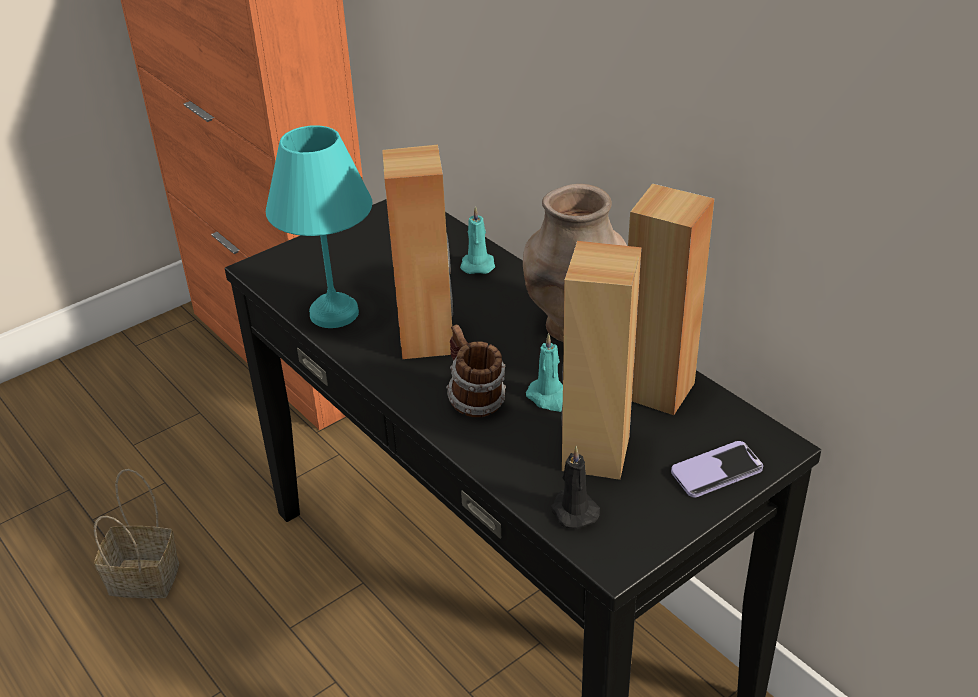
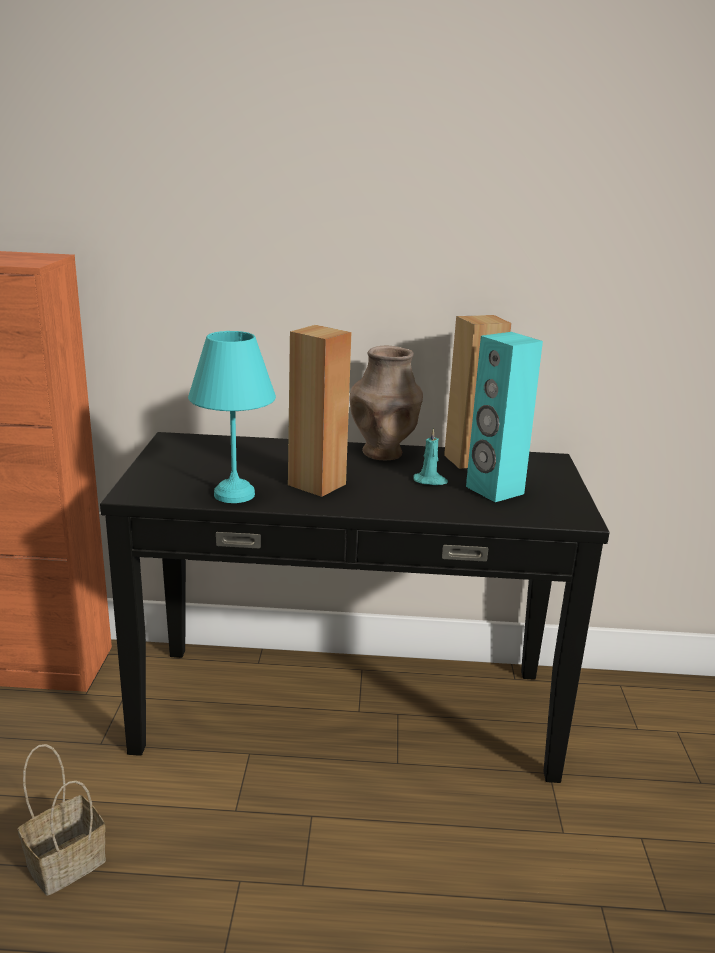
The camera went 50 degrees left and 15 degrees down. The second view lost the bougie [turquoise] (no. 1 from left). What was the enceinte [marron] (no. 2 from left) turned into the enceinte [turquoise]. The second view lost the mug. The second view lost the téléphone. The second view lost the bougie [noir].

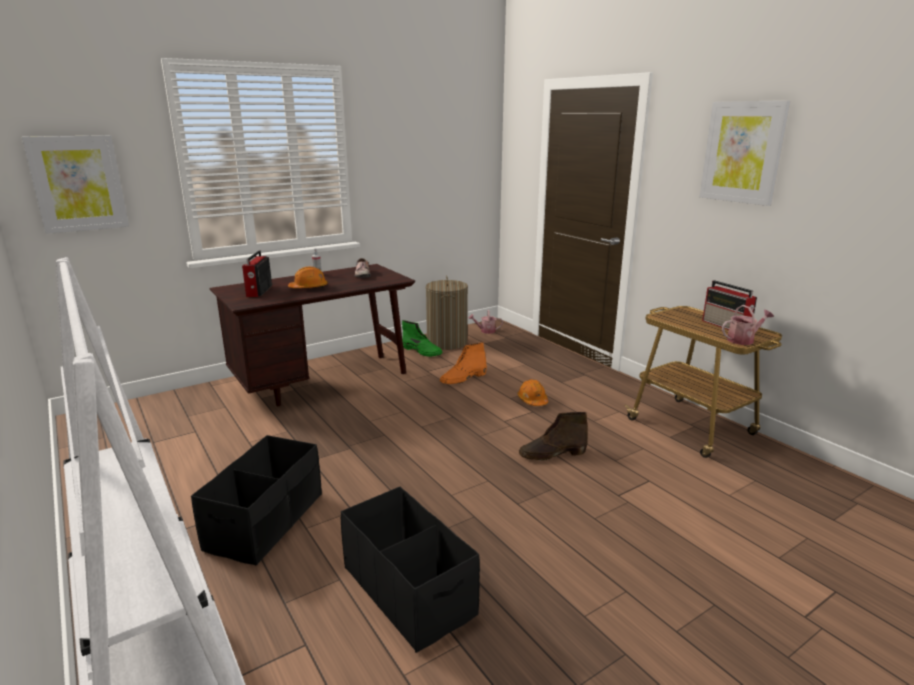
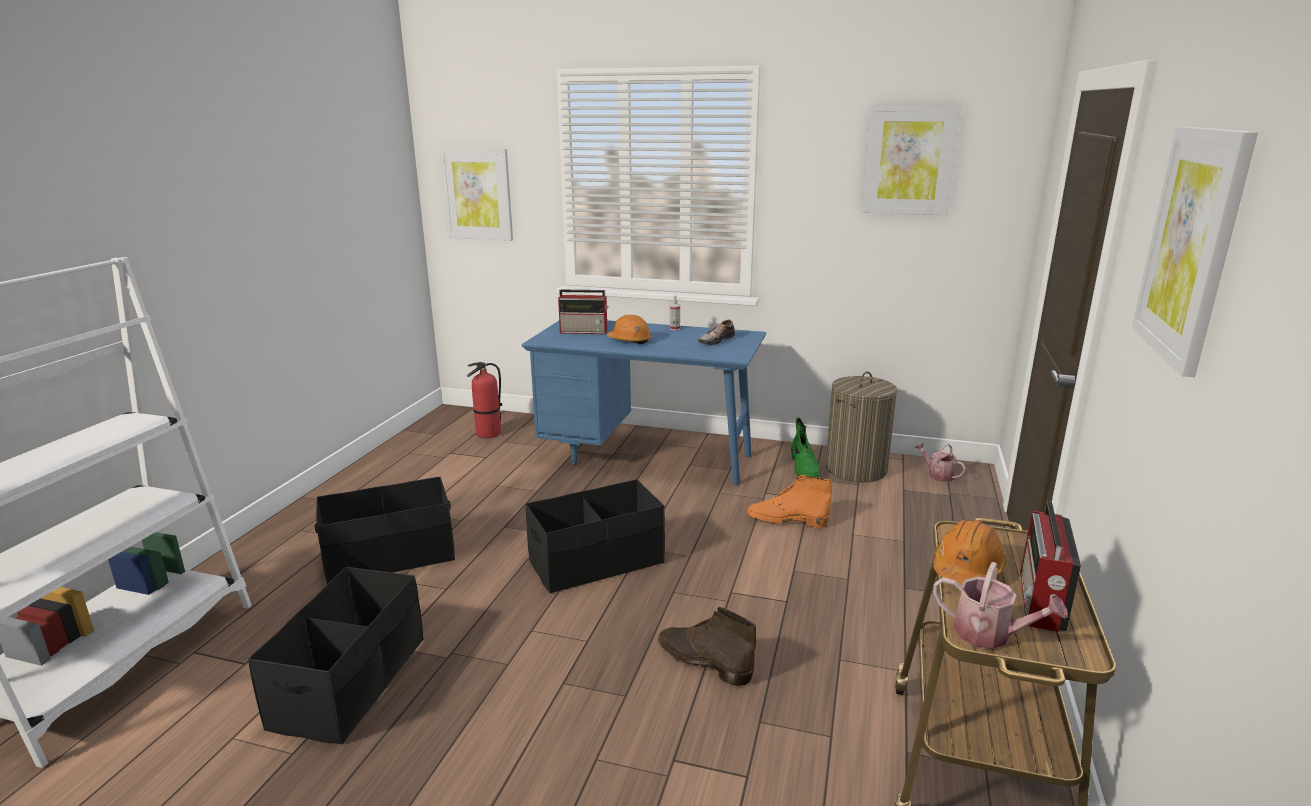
The camera went 50 degrees right and 0 degrees up. The radio (no. 1 from left) ended up facing another way, 135 degrees counterclockwise from before. What was the bureau [marron] turned into the bureau [bleu]. The casque de chantier [orange] (no. 2 from left) ended up elsewhere. The second view gained the tableau (no. 2 from left). The second view gained the extincteur. The second view gained the boîte de rangement [noir] (no. 3 from left).

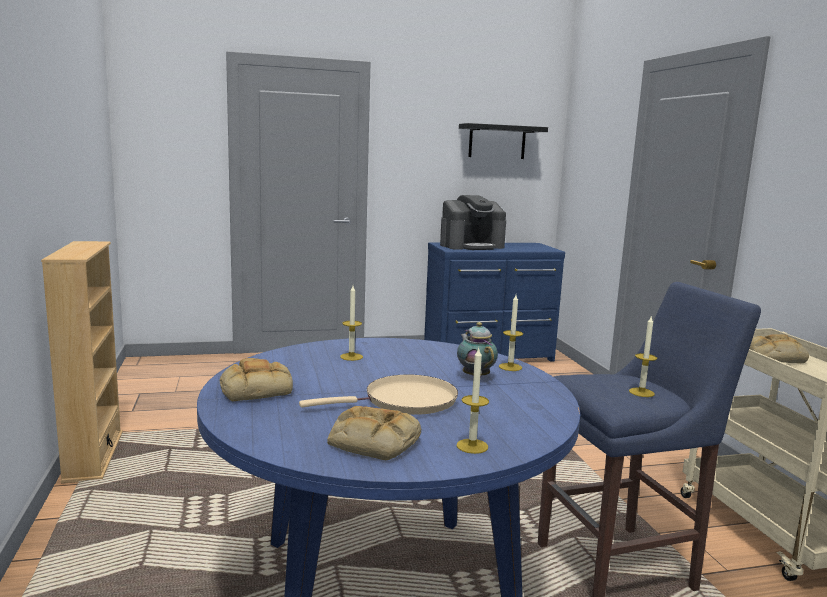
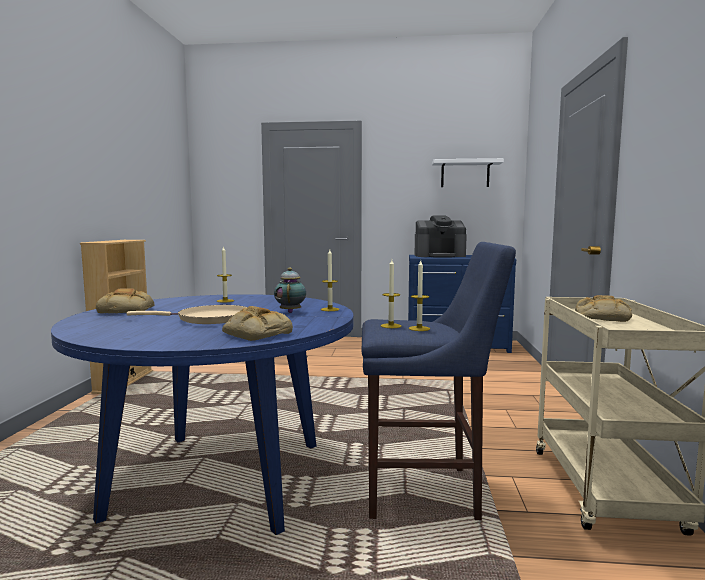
The camera went 20 degrees right and 5 degrees down. What was the étagère [noir] turned into the étagère [blanc]. The bougie (no. 2 from left in the first image) ended up elsewhere. The pain (no. 2 from left) ended up elsewhere.

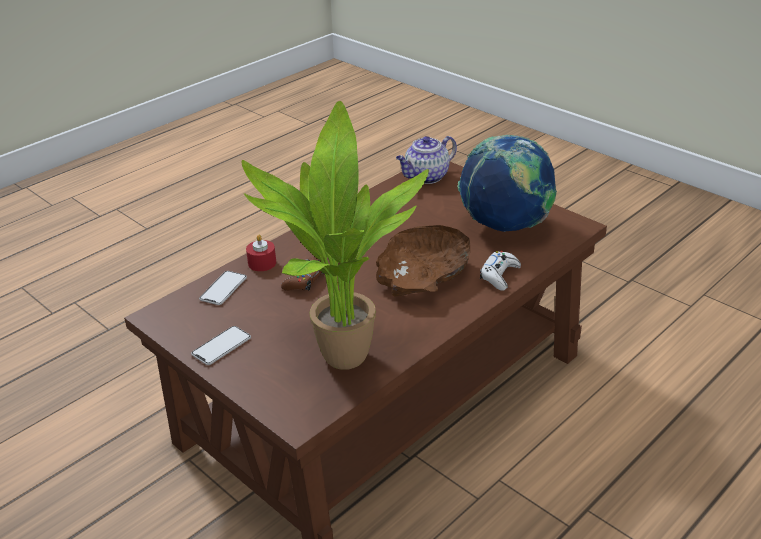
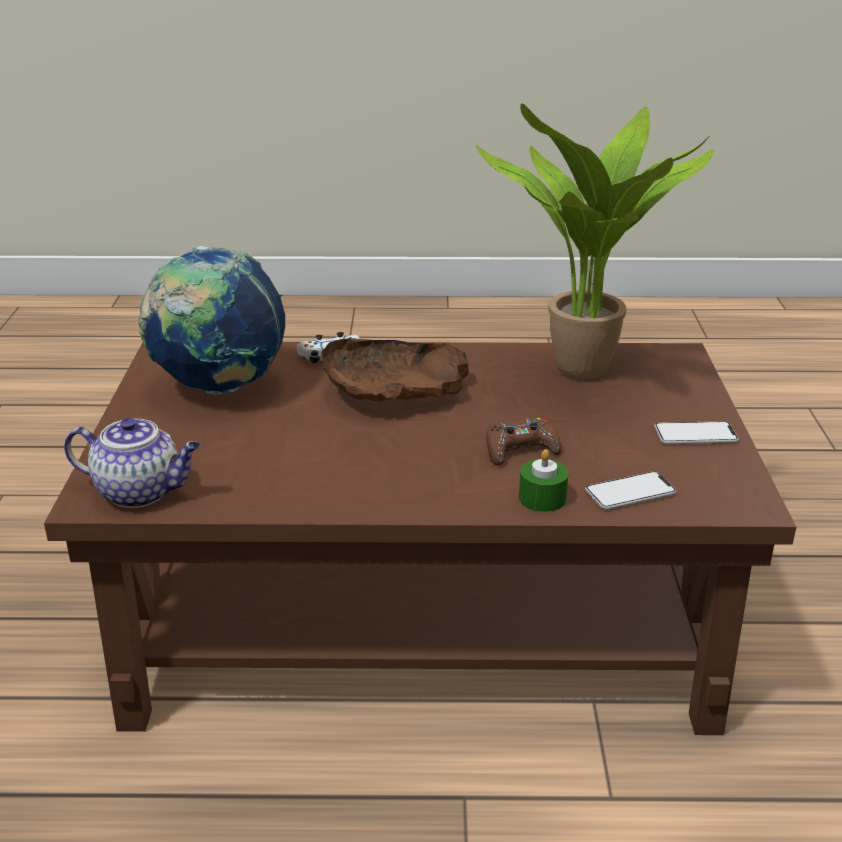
The camera went 135 degrees left and 5 degrees down. What was the bougie [rouge] turned into the bougie [vert].

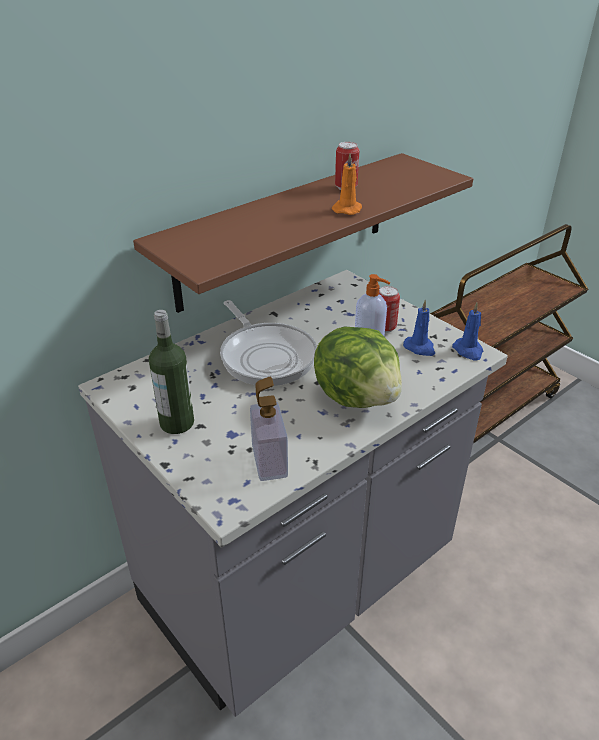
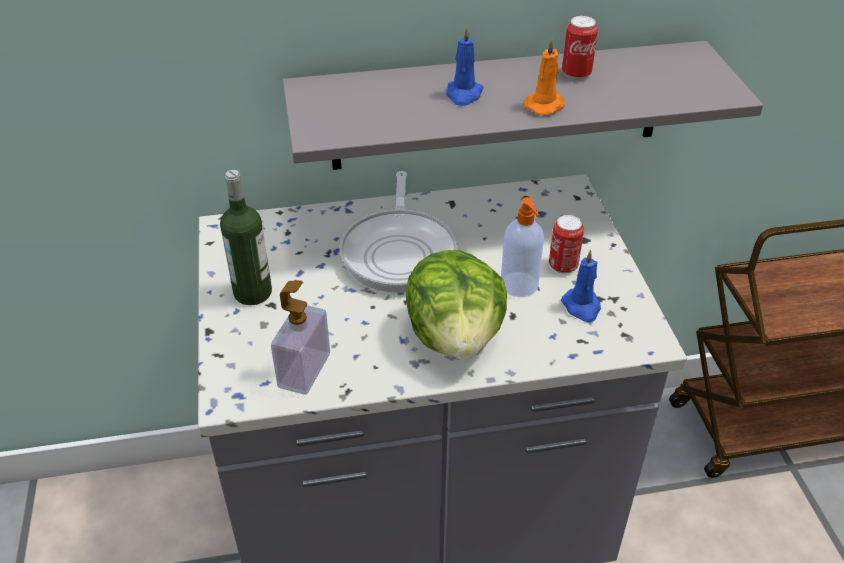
The camera went 30 degrees right and 5 degrees up. What was the étagère [marron] turned into the étagère [gris]. The bougie [bleu] (no. 2 from left in the first image) ended up elsewhere.

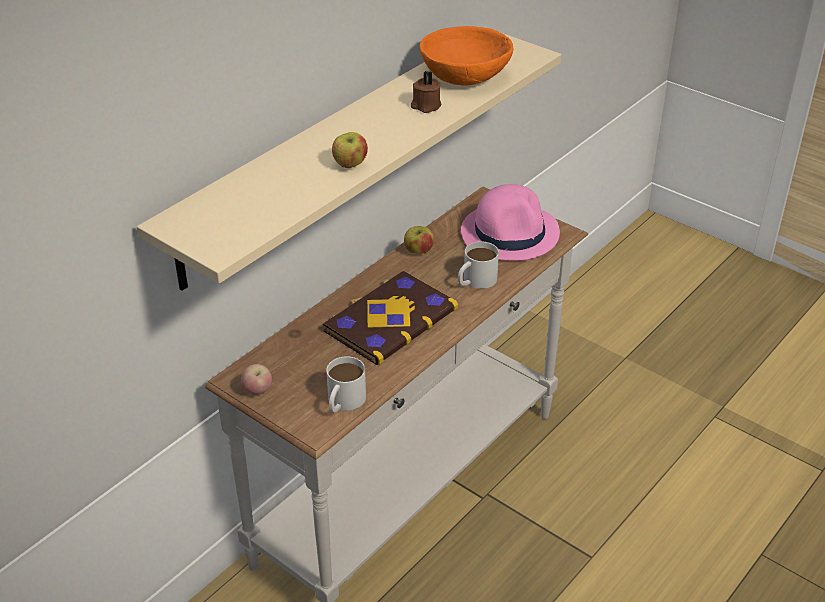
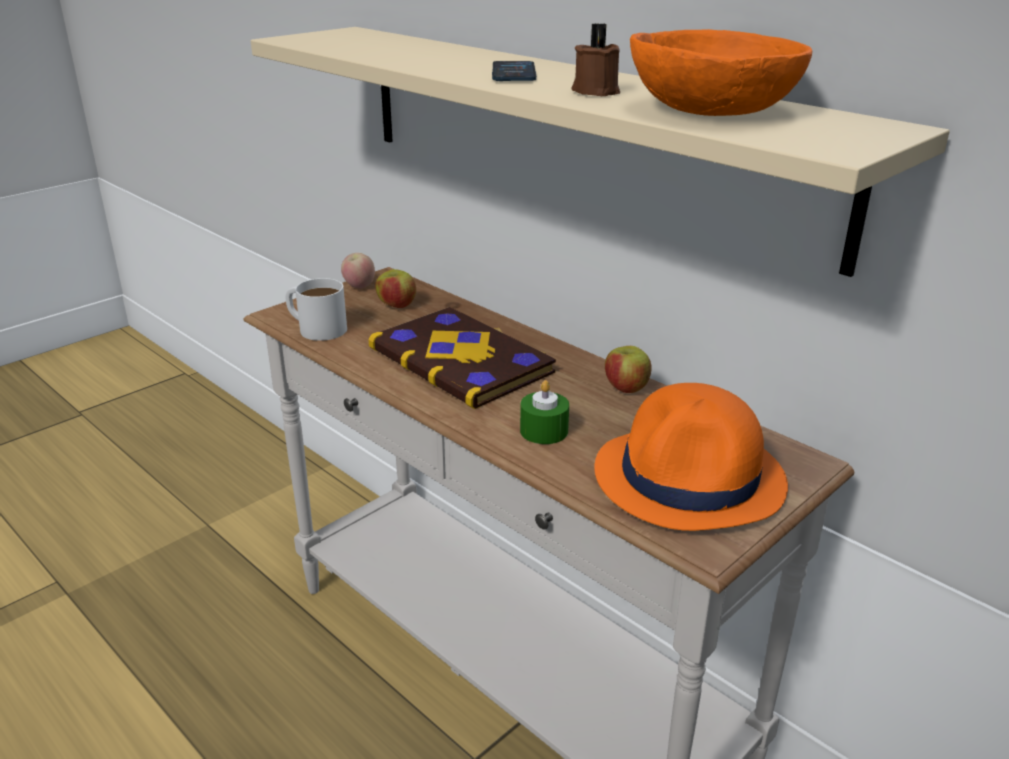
The camera went 95 degrees right and 10 degrees down. The pomme (no. 2 from left) ended up elsewhere. What was the chapeau [rose] turned into the chapeau [orange]. Where the mug [blanc] (no. 2 from left) stood, the bougie [vert] came to stand. The second view gained the téléphone.

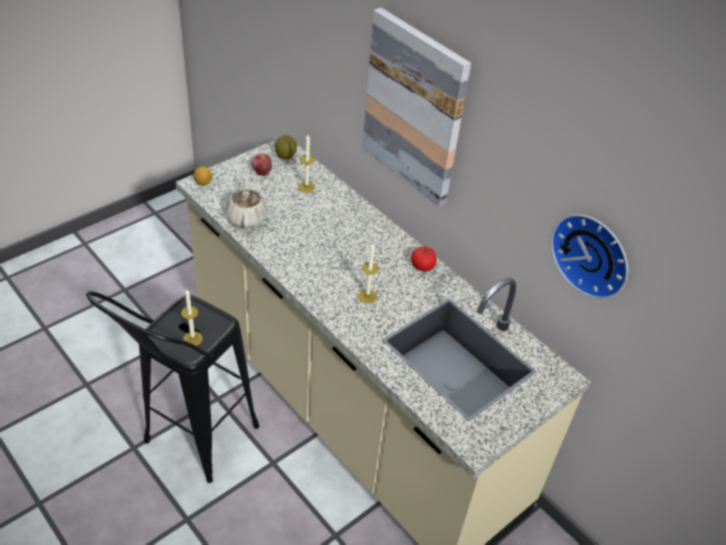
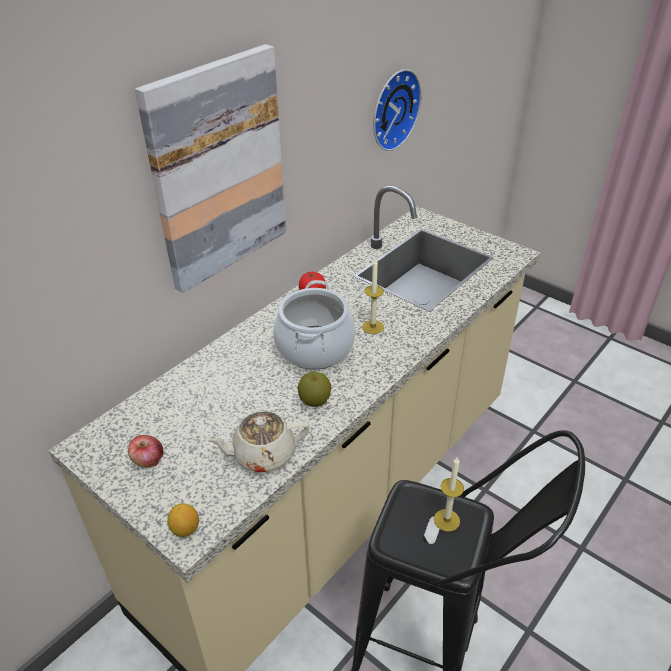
The camera went 95 degrees left and 5 degrees down. The pomme (no. 2 from left) ended up elsewhere. The second view lost the bougie (no. 2 from left). The second view gained the marmite.

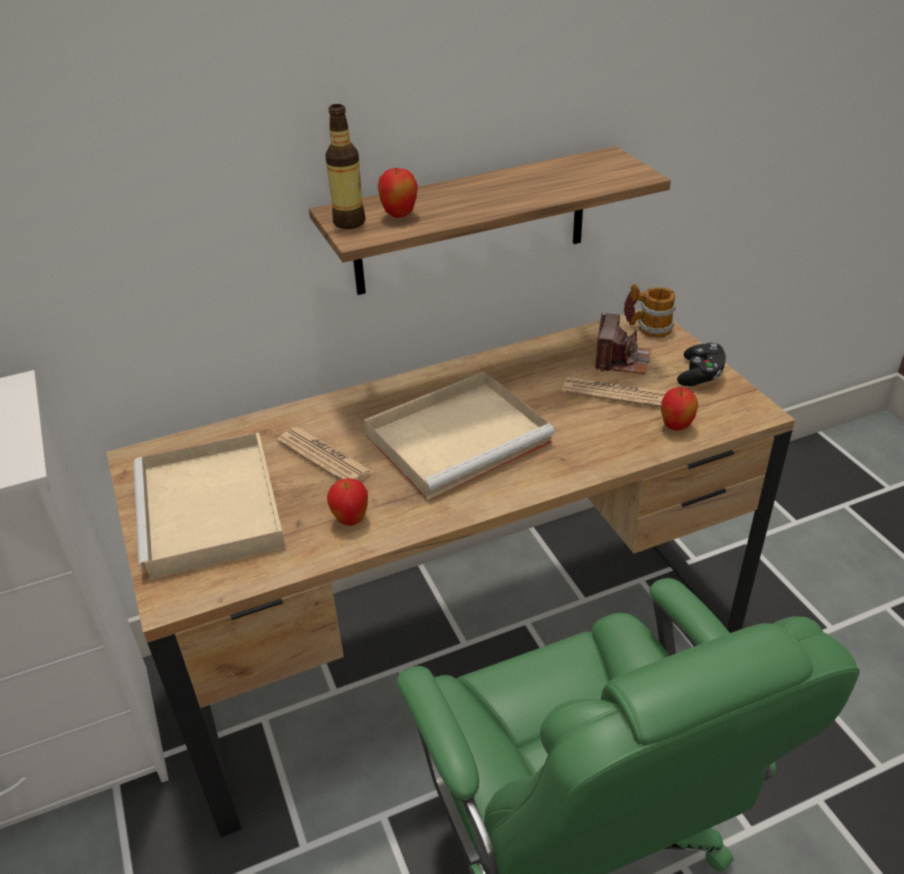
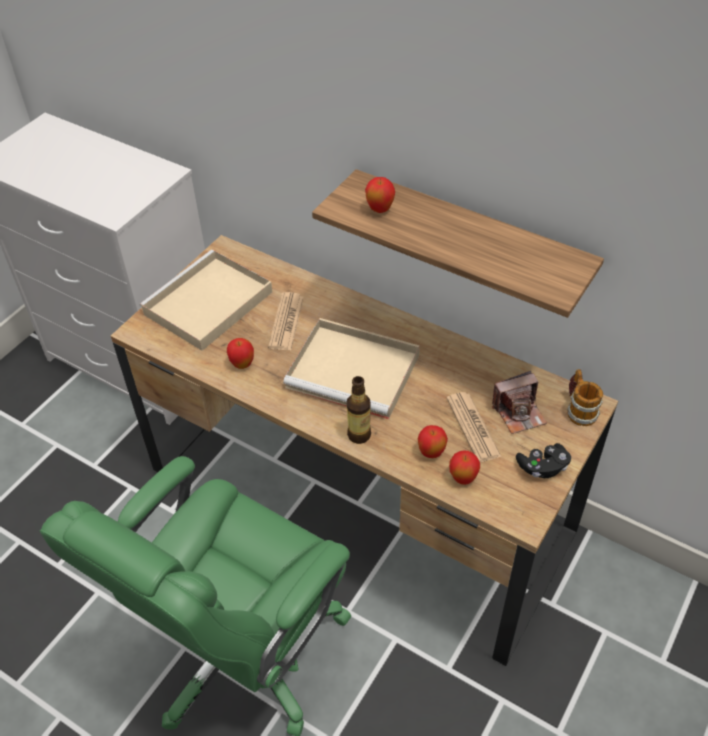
The camera went 55 degrees right and 10 degrees up. The bouteille ended up elsewhere. The second view gained the pomme (no. 3 from left).

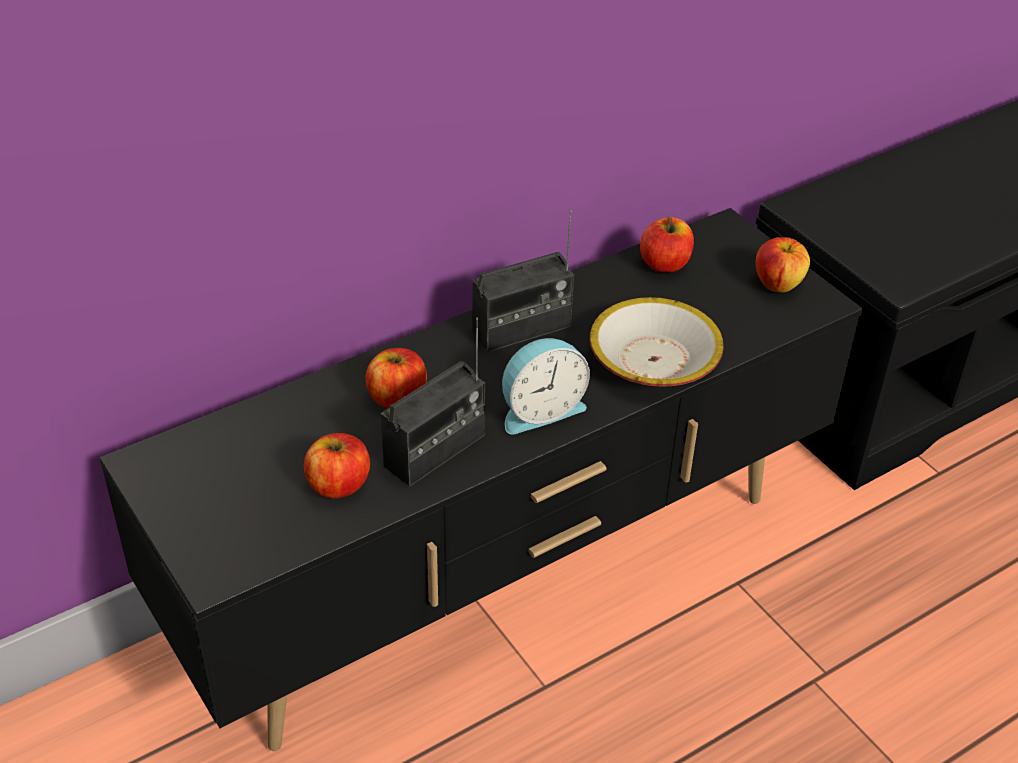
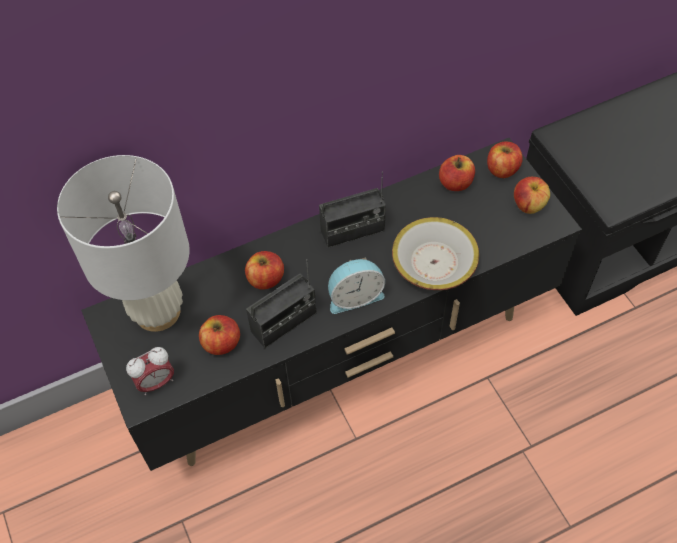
The camera went 10 degrees right and 15 degrees up. The second view gained the pomme (no. 4 from left). The second view gained the lampe de table [blanc]. The second view gained the réveil (no. 1 from left).

